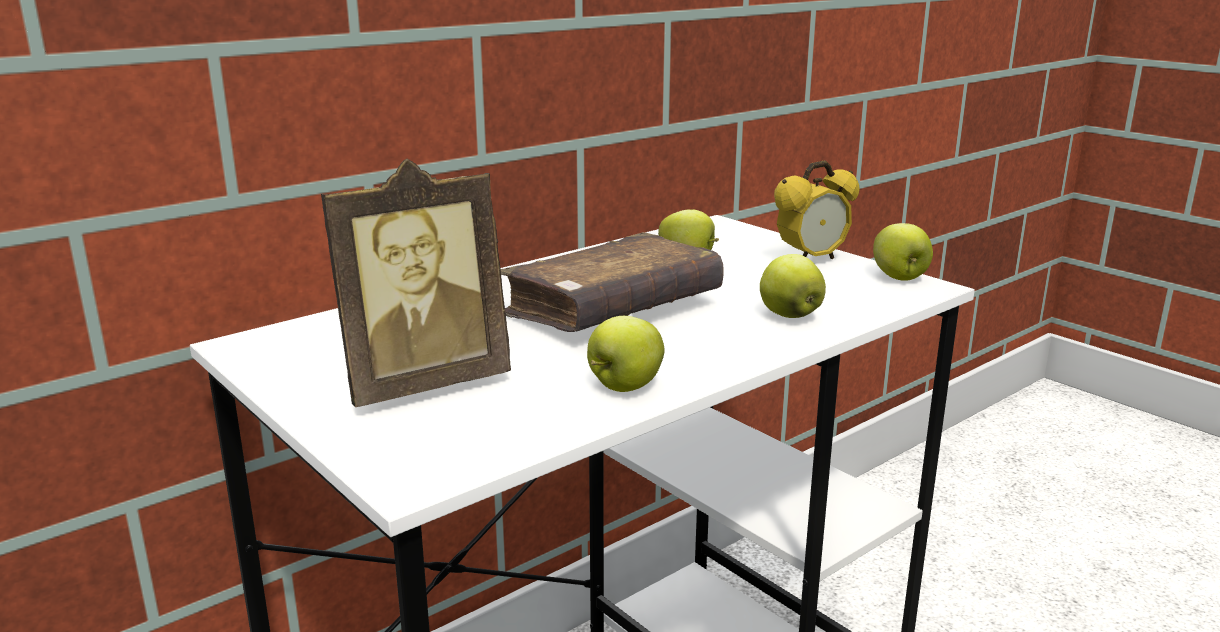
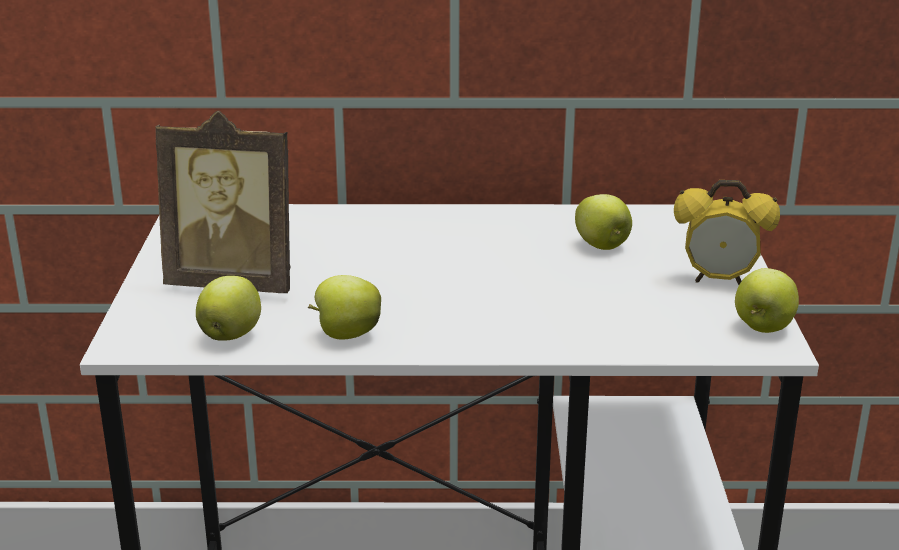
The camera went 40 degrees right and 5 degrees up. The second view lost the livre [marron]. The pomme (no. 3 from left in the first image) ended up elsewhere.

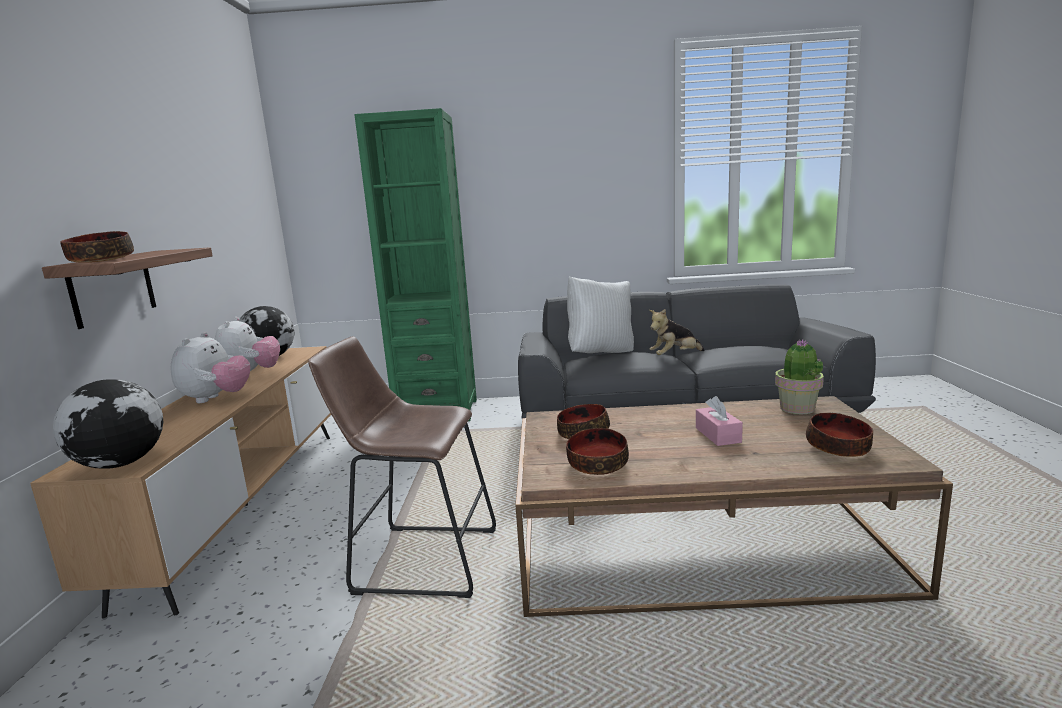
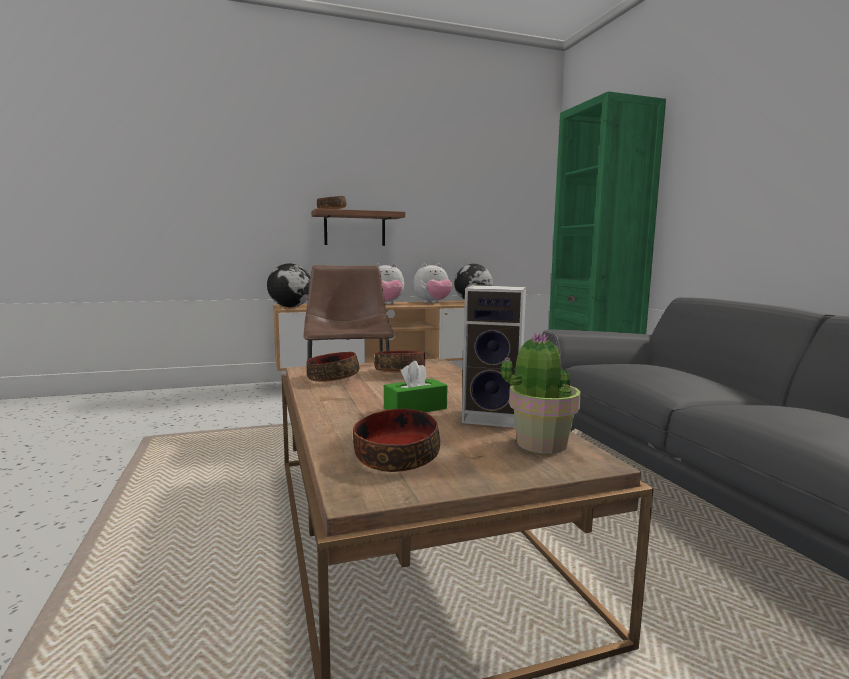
The camera went 70 degrees right and 5 degrees down. The second view lost the coussin [blanc]. The second view lost the peluche (no. 3 from left). What was the boîte à mouchoirs [rose] turned into the boîte à mouchoirs [vert]. The second view gained the enceinte.

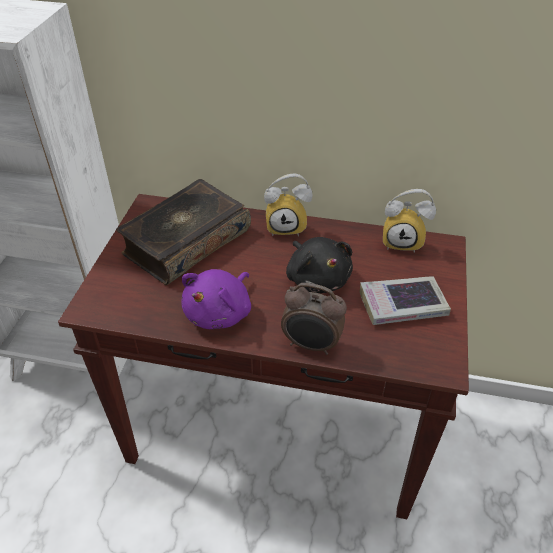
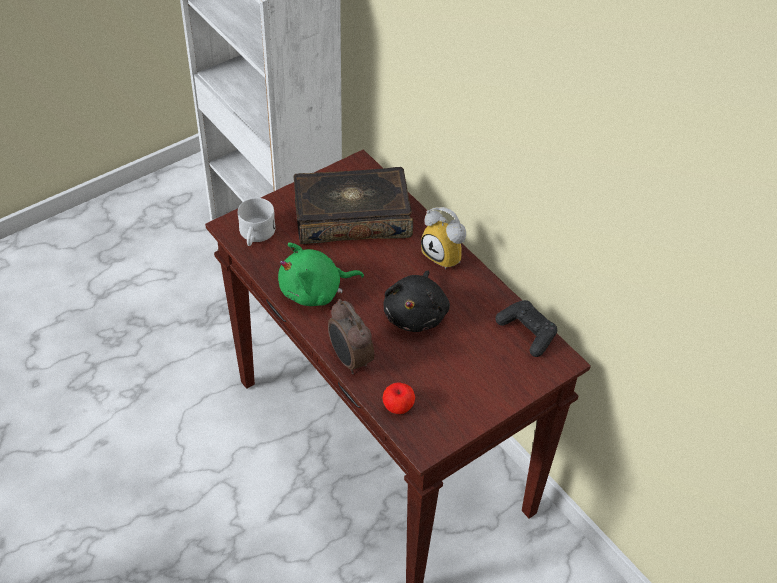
The camera went 40 degrees right and 5 degrees up. Where the réveil (no. 3 from left) stood, the manette [noir] came to stand. What was the peluche [violet] turned into the peluche [vert]. The second view lost the livre (no. 2 from left). The second view gained the mug [blanc]. The second view gained the pomme.

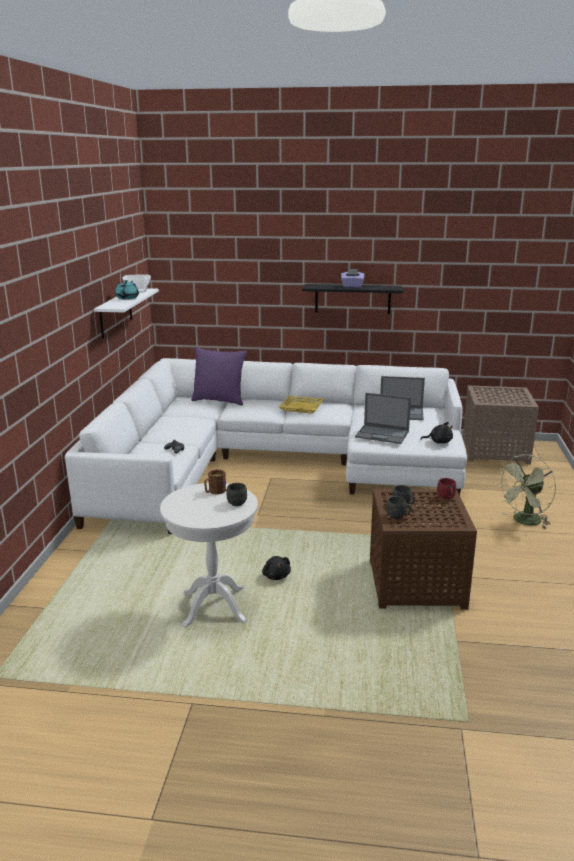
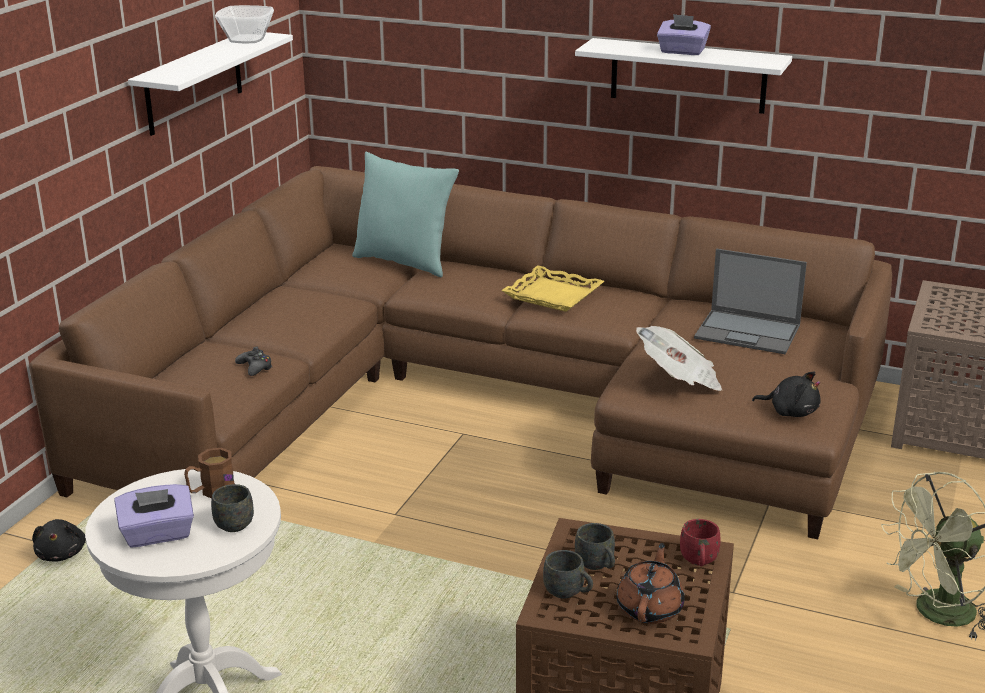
The camera went 15 degrees right and 5 degrees up. The second view lost the théière [turquoise]. What was the étagère [noir] turned into the étagère [blanc] (no. 2 from left). What was the coussin [violet] turned into the coussin [turquoise]. What was the canapé [blanc] turned into the canapé [marron]. Where the ordinateur portable (no. 1 from left) stood, the journal came to stand. The peluche [noir] (no. 1 from left) ended up elsewhere. The second view gained the boîte à mouchoirs [violet] (no. 1 from left). The second view gained the théière [marron].

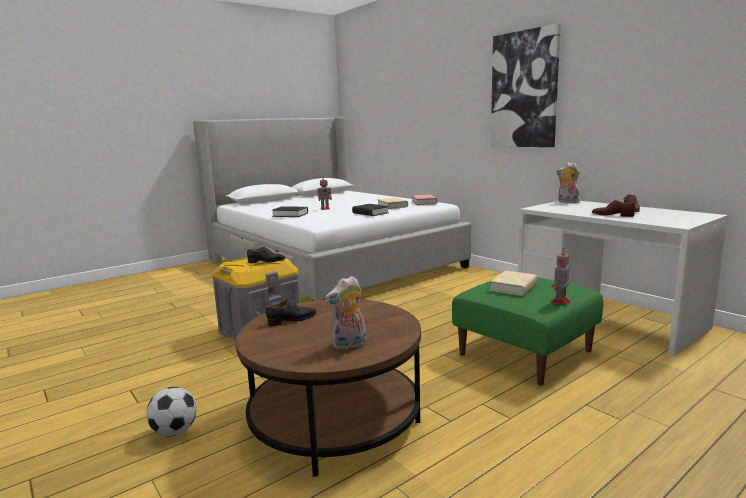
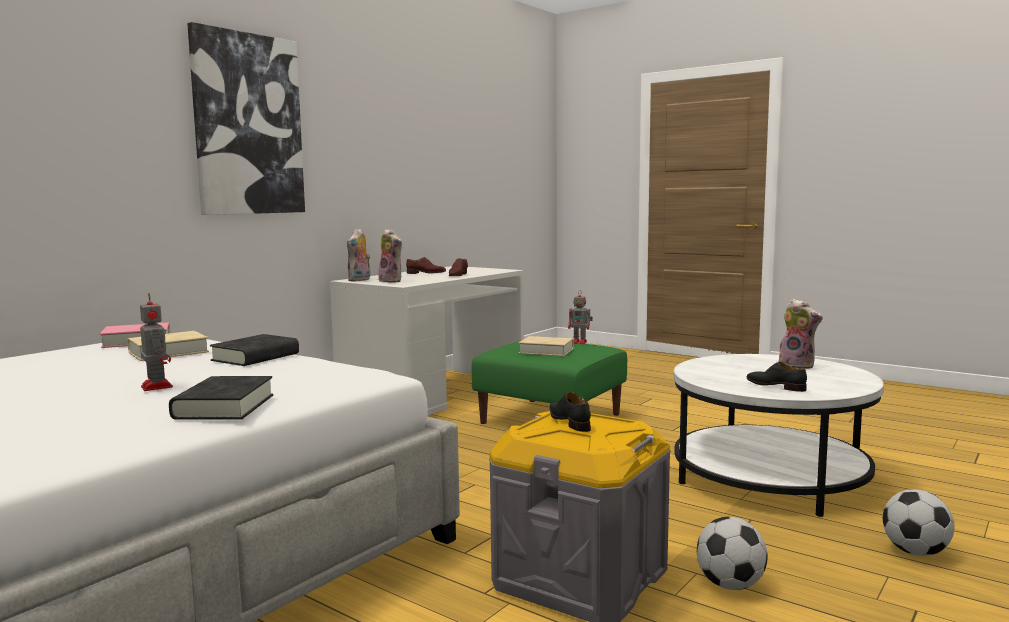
The camera went 105 degrees left and 5 degrees down. What was the table basse [marron] turned into the table basse [blanc]. The second view gained the peluche (no. 2 from left). The second view gained the ballon de foot (no. 1 from left).

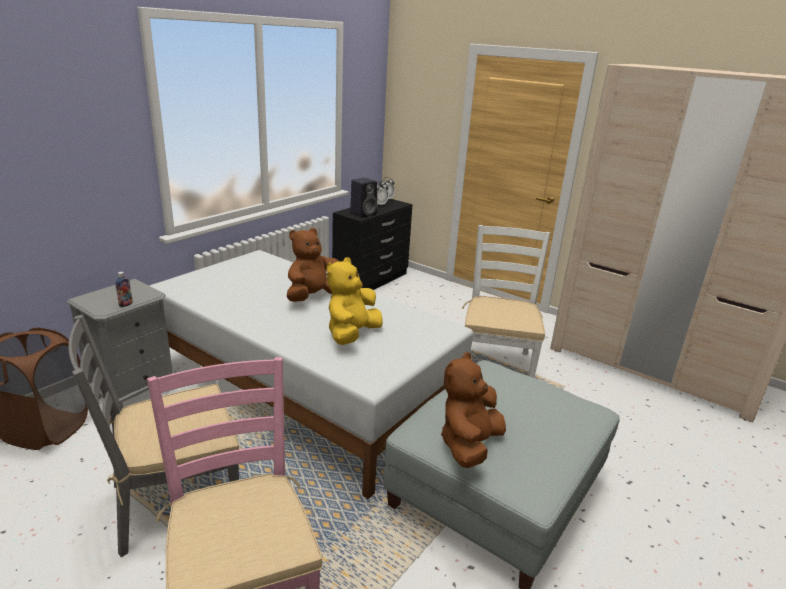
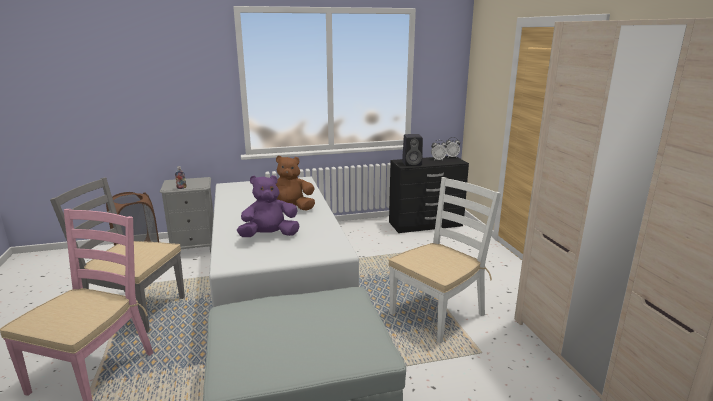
The camera went 40 degrees right and 5 degrees down. What was the peluche [jaune] turned into the peluche [violet]. The second view lost the peluche [marron] (no. 2 from left).

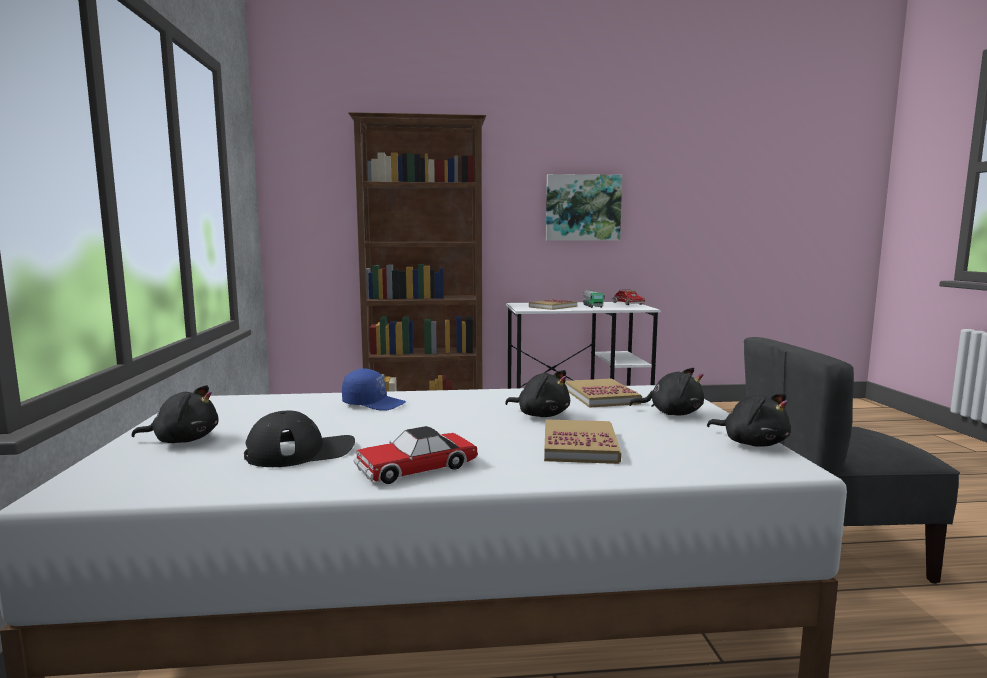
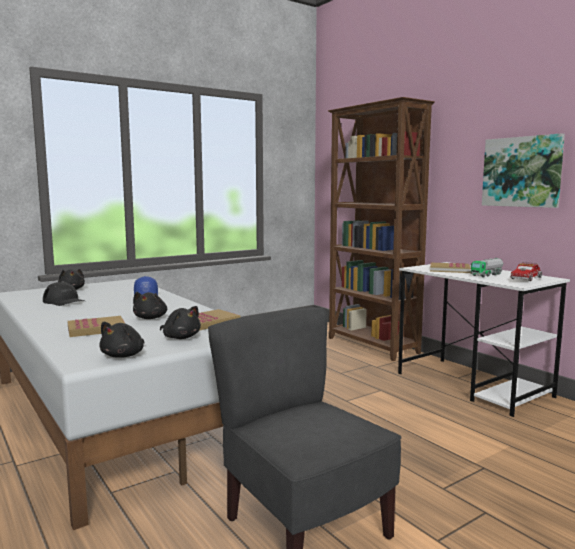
The camera went 60 degrees right and 0 degrees up. The peluche [noir] (no. 3 from left in the first image) ended up facing another way, 45 degrees counterclockwise from before. The second view lost the petite voiture.

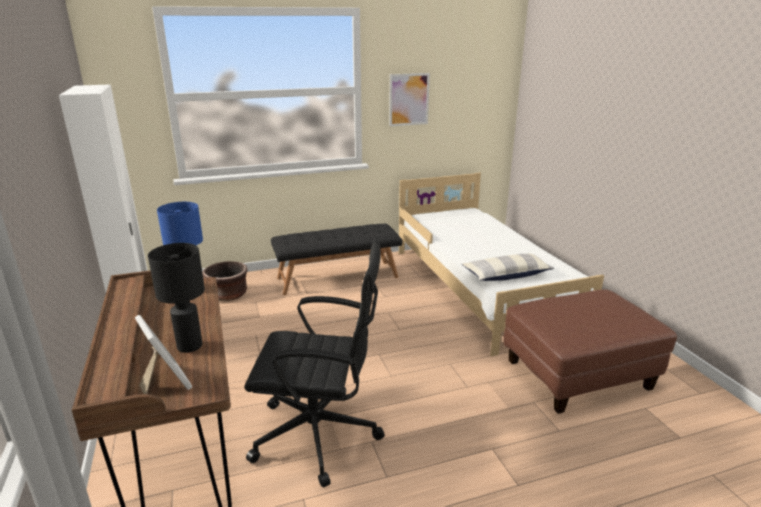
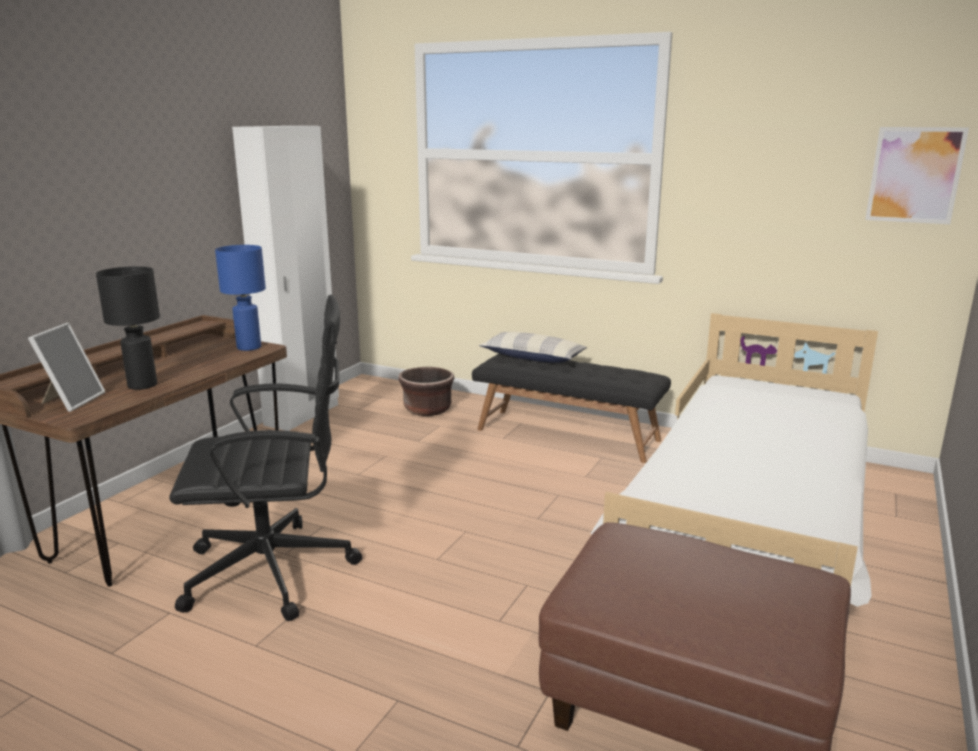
The camera went 45 degrees right and 5 degrees down. The tableau ended up elsewhere. The chaise de bureau [noir] ended up facing another way, 60 degrees counterclockwise from before. The coussin ended up elsewhere.

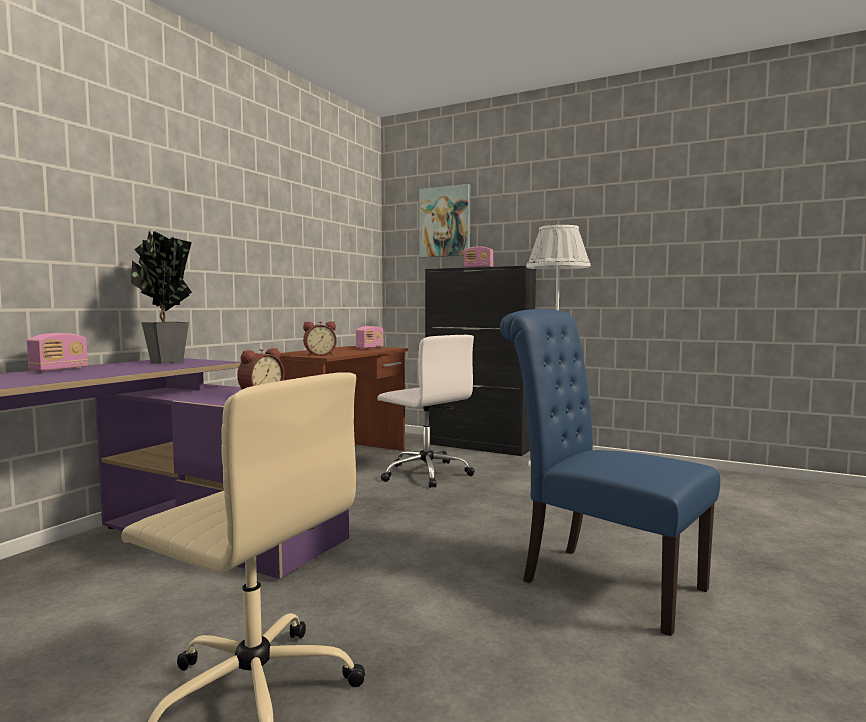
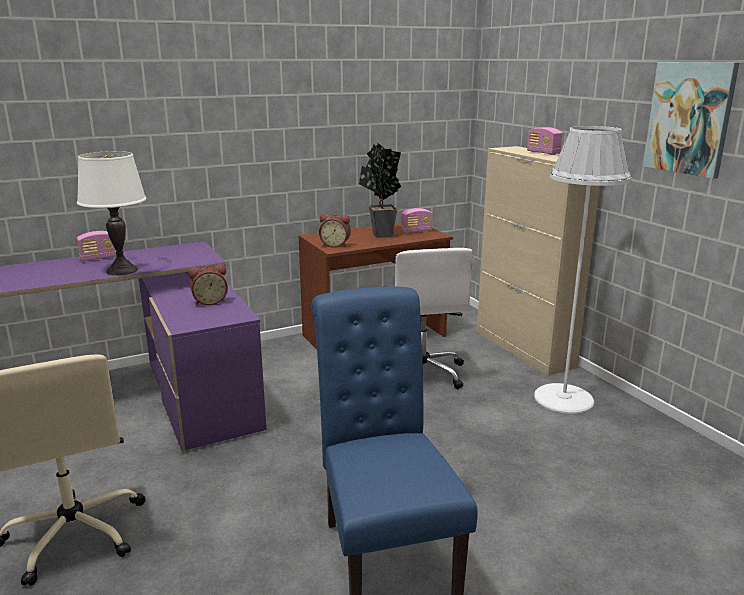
The camera went 35 degrees right and 15 degrees up. The tableau ended up elsewhere. The plante en pot ended up elsewhere. What was the meuble de rangement [noir] turned into the meuble de rangement [beige]. The second view gained the lampe de table [blanc].

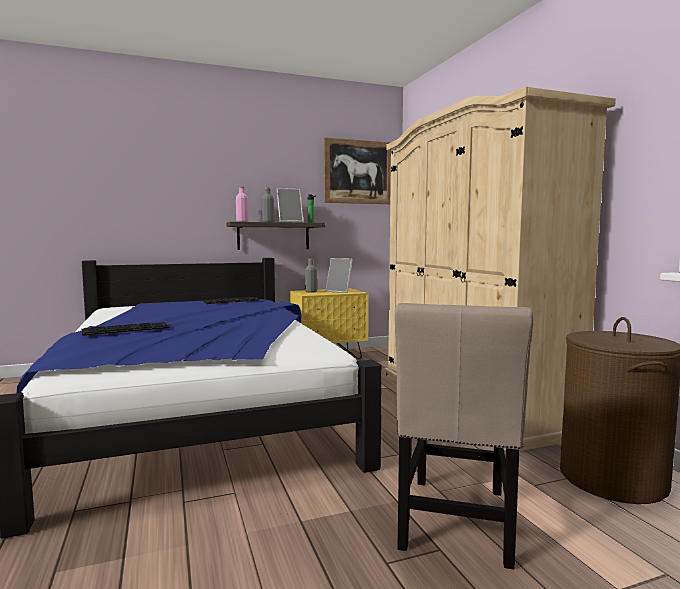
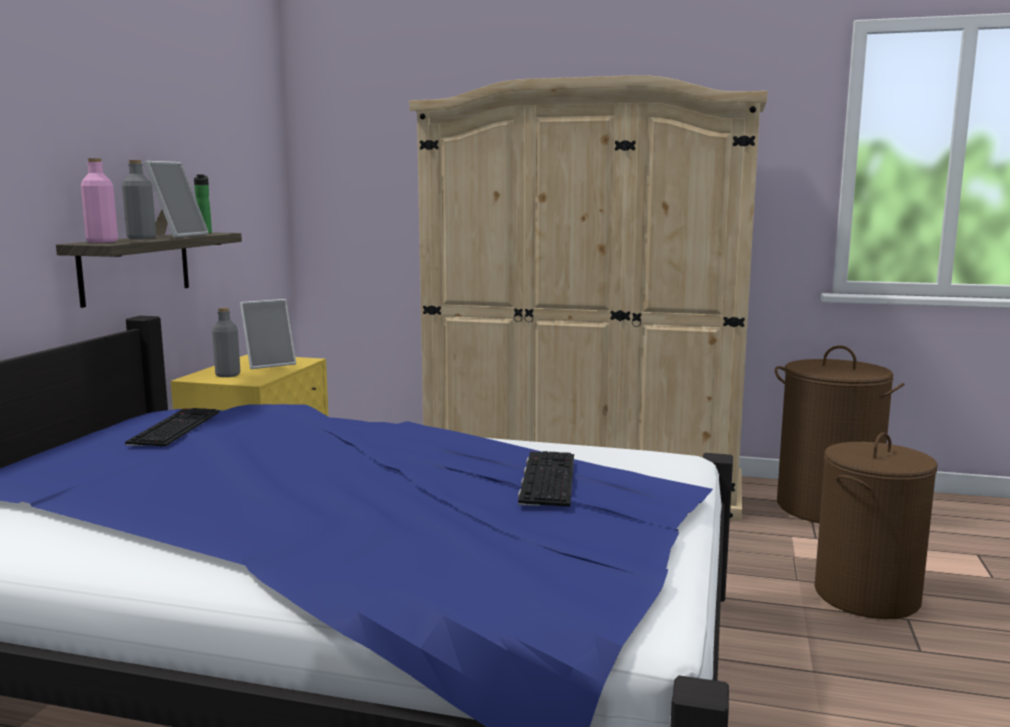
The camera went 55 degrees left and 5 degrees up. The second view lost the tableau. Where the chaise [beige] stood, the panier à linge [marron] (no. 2 from left) came to stand. The clavier (no. 1 from left in the first image) ended up elsewhere.

